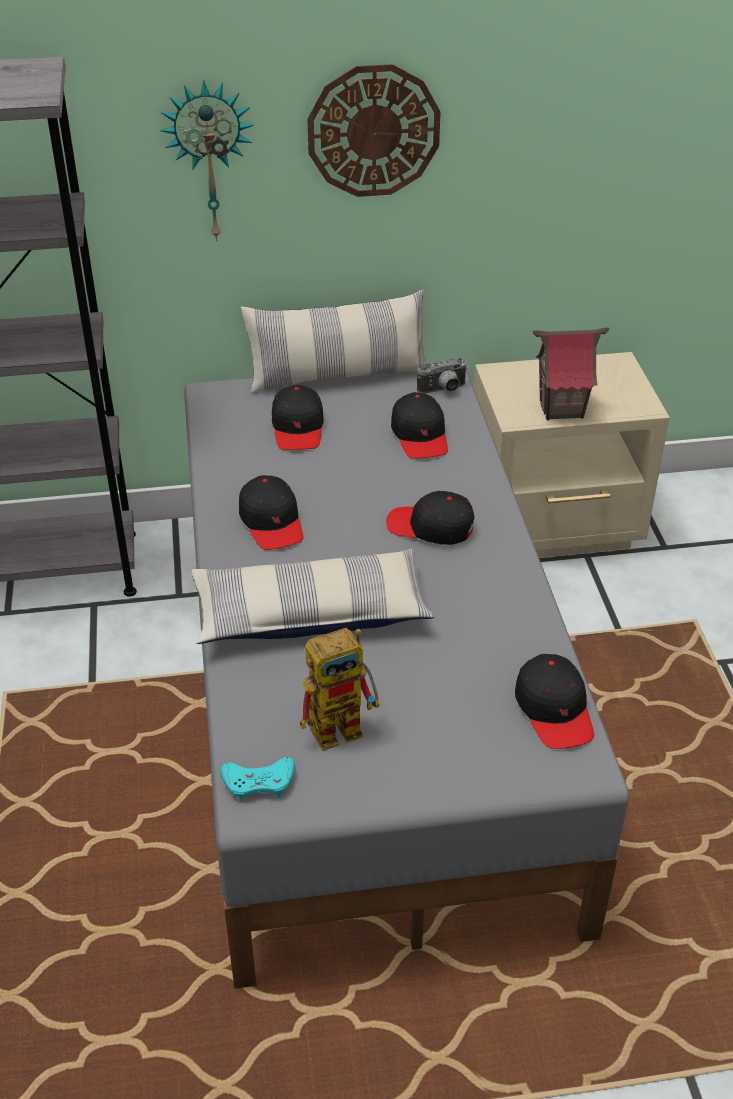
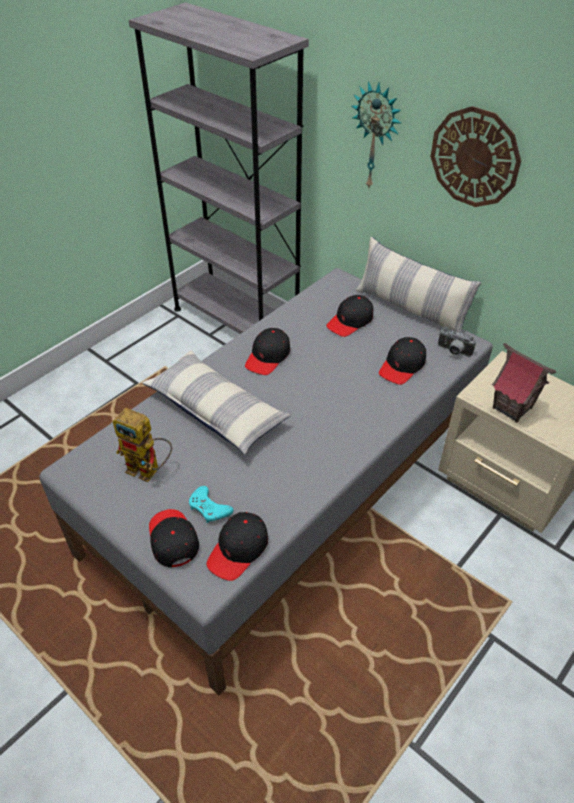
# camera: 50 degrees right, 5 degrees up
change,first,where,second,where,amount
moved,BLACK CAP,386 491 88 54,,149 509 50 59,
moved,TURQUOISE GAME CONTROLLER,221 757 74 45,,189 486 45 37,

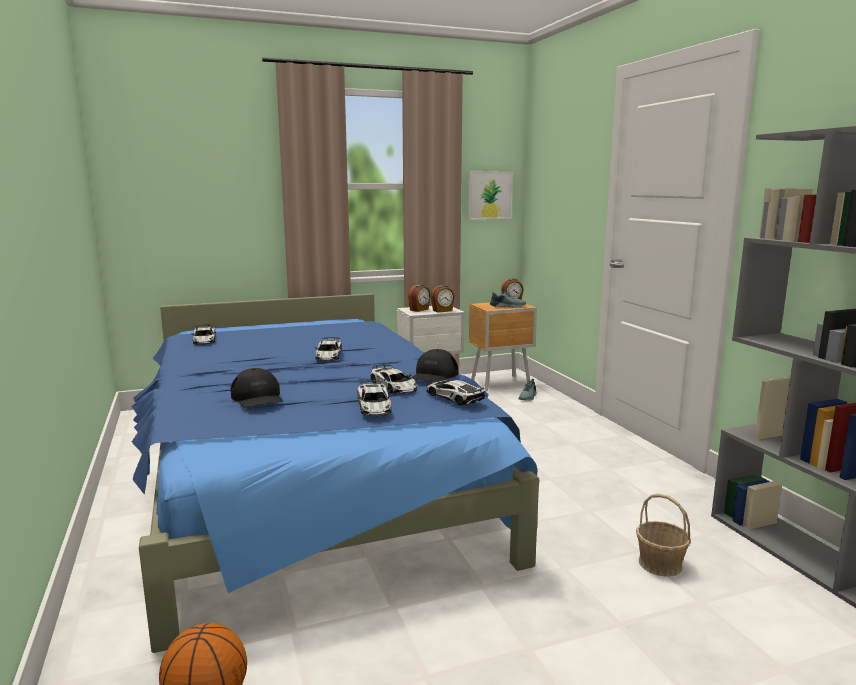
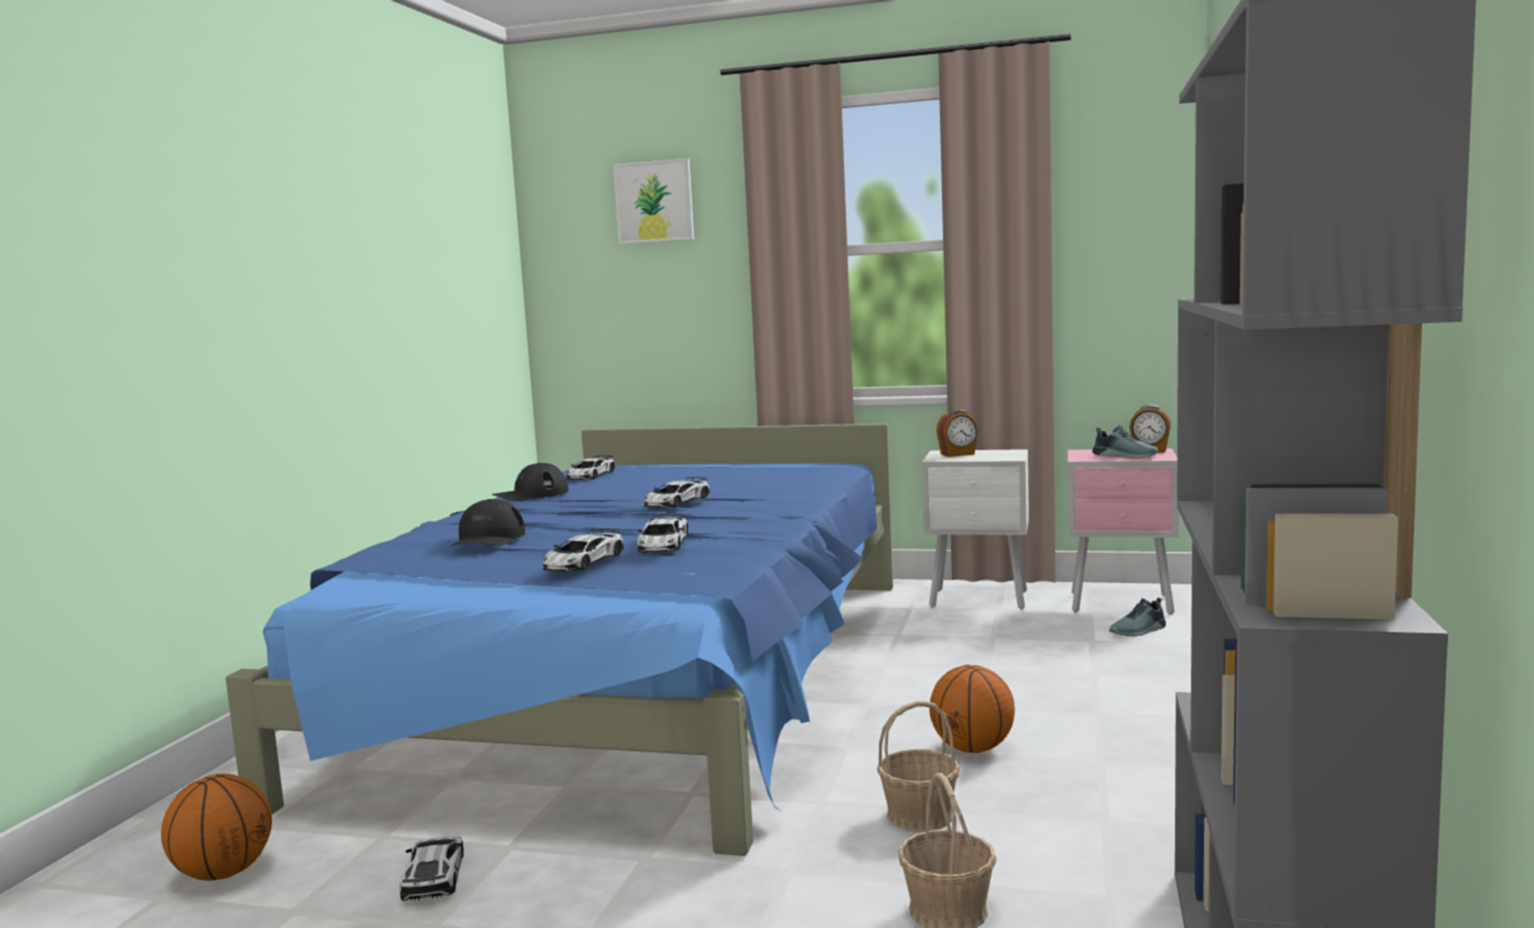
# camera: 35 degrees right, 5 degrees down
change,first,where,second,where,amount
moved,PICTURE,468 171 45 49,,613 158 81 86,
removed,ALARM CLOCK,431 285 24 28,,,
recoloured,BROWN NIGHTSTAND,469 303 68 88,PINK NIGHTSTAND,1068 449 111 166,
moved,BLACK CAP,411 349 47 33,,492 463 77 38,
moved,TOY CAR,426 380 59 26,,399 837 65 64,
added,,,BASKETBALL,929 665 86 88,
added,,,BASKET,877 701 83 131,

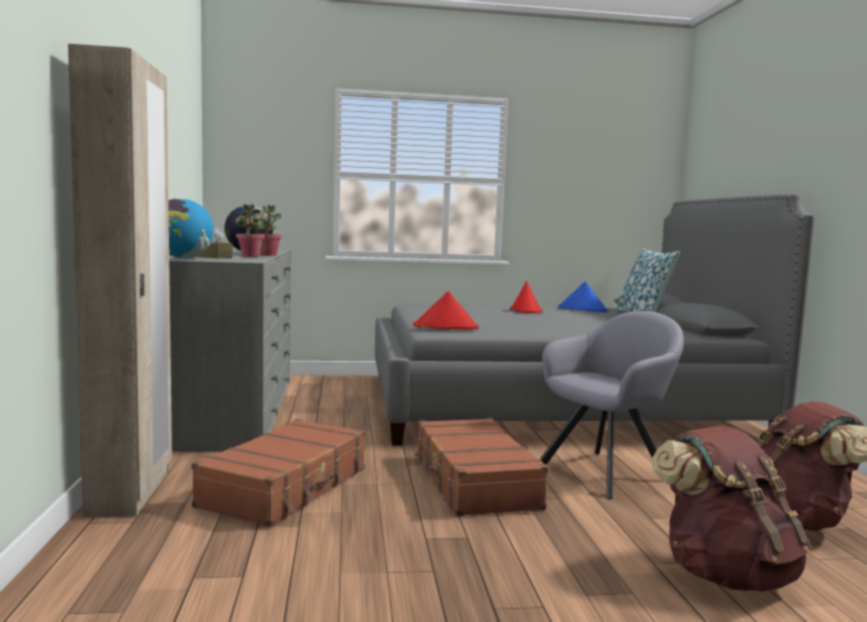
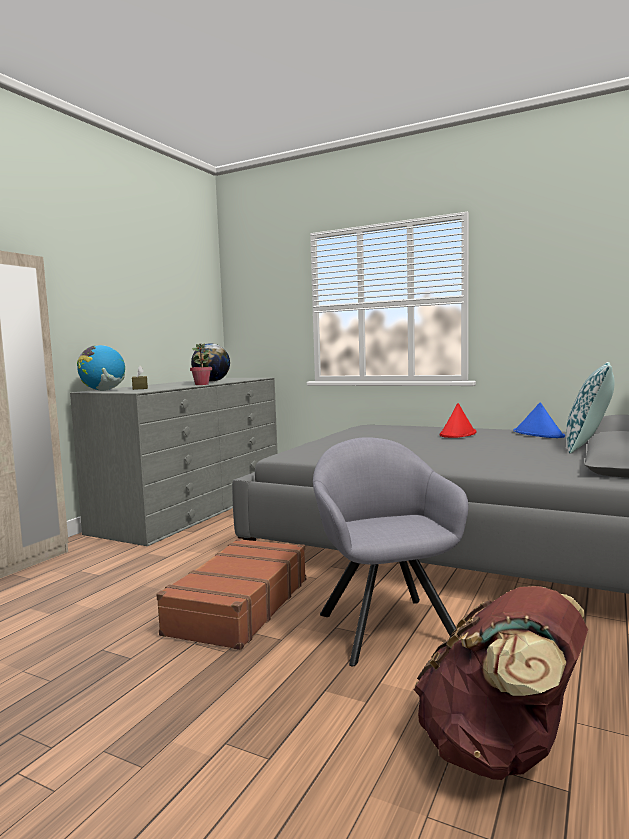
# camera: 35 degrees right, 0 degrees up
change,first,where,second,where,amount
removed,POTTED PLANT,236 204 29 53,,,
removed,RED HAT,413 291 66 39,,,
turned,GREY ARMCHAIR,540 311 144 188,,313 437 156 230,105 degrees counterclockwise
removed,BROWN SUITCASE,192 419 173 108,,,
removed,BROWN BACKPACK,651 425 160 167,,,

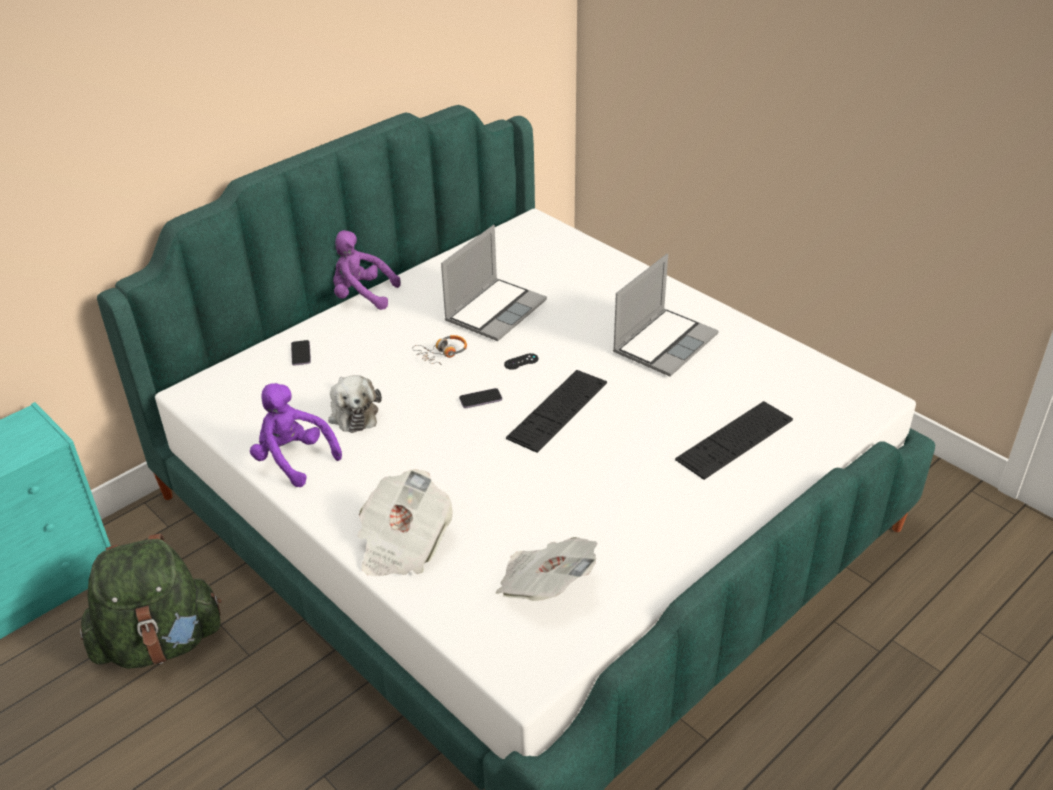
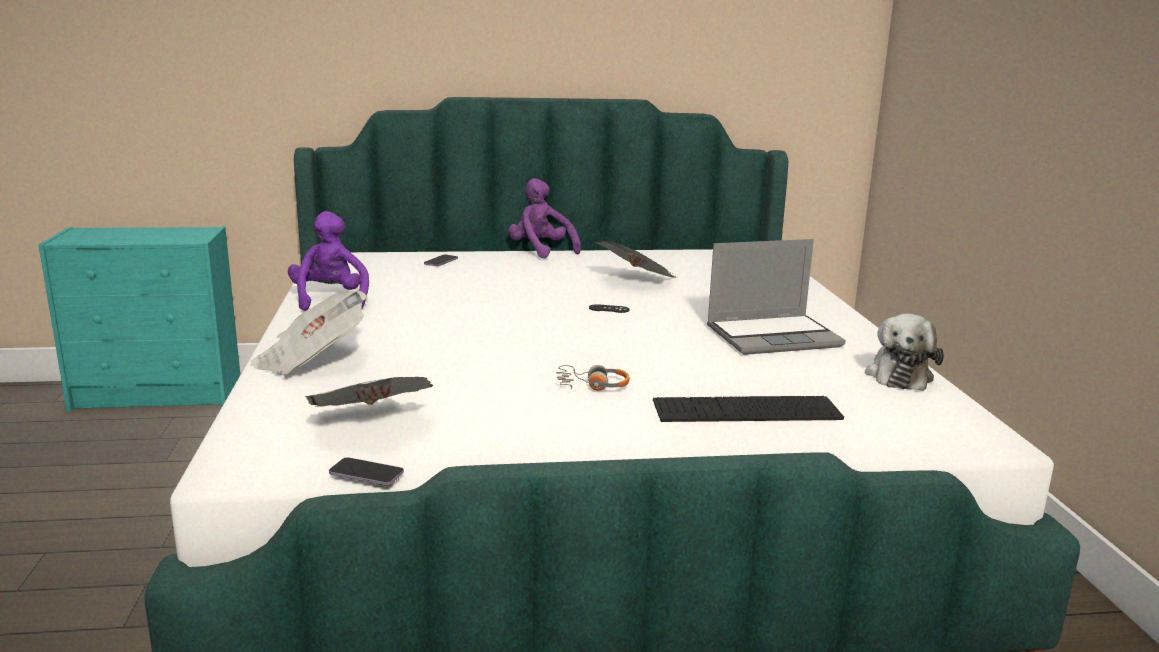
# camera: 35 degrees right, 20 degrees down
change,first,where,second,where,amount
replaced,LAPTOP,441 225 106 116,NEWSPAPER,596 241 79 36,
moved,HEADPHONES,412 335 55 30,,556 365 74 26,
removed,KEYBOARD,506 370 101 83,,,
moved,PLUSH TOY,328 375 54 58,,865 313 79 78,
moved,PHONE,459 388 43 20,,329 457 75 29,
removed,GREEN BACKPACK,80 533 142 136,,,

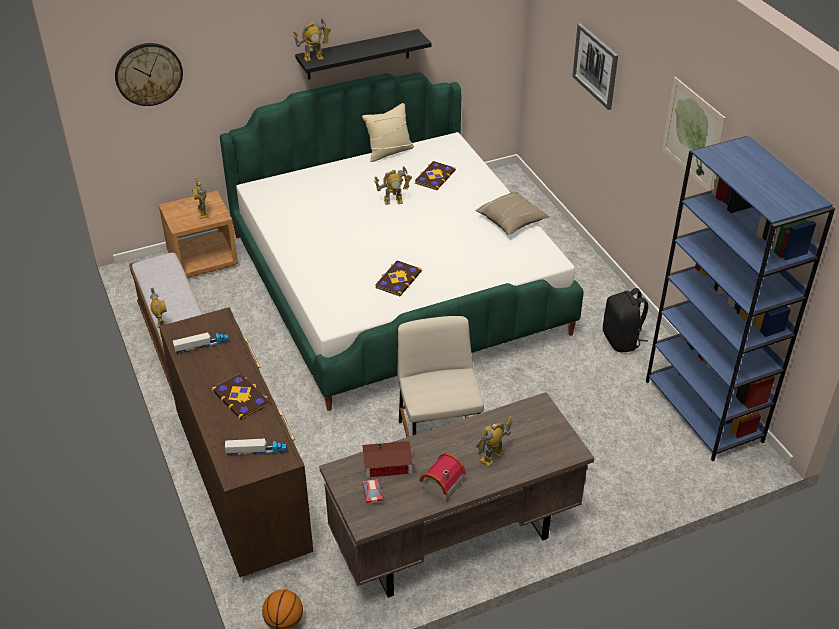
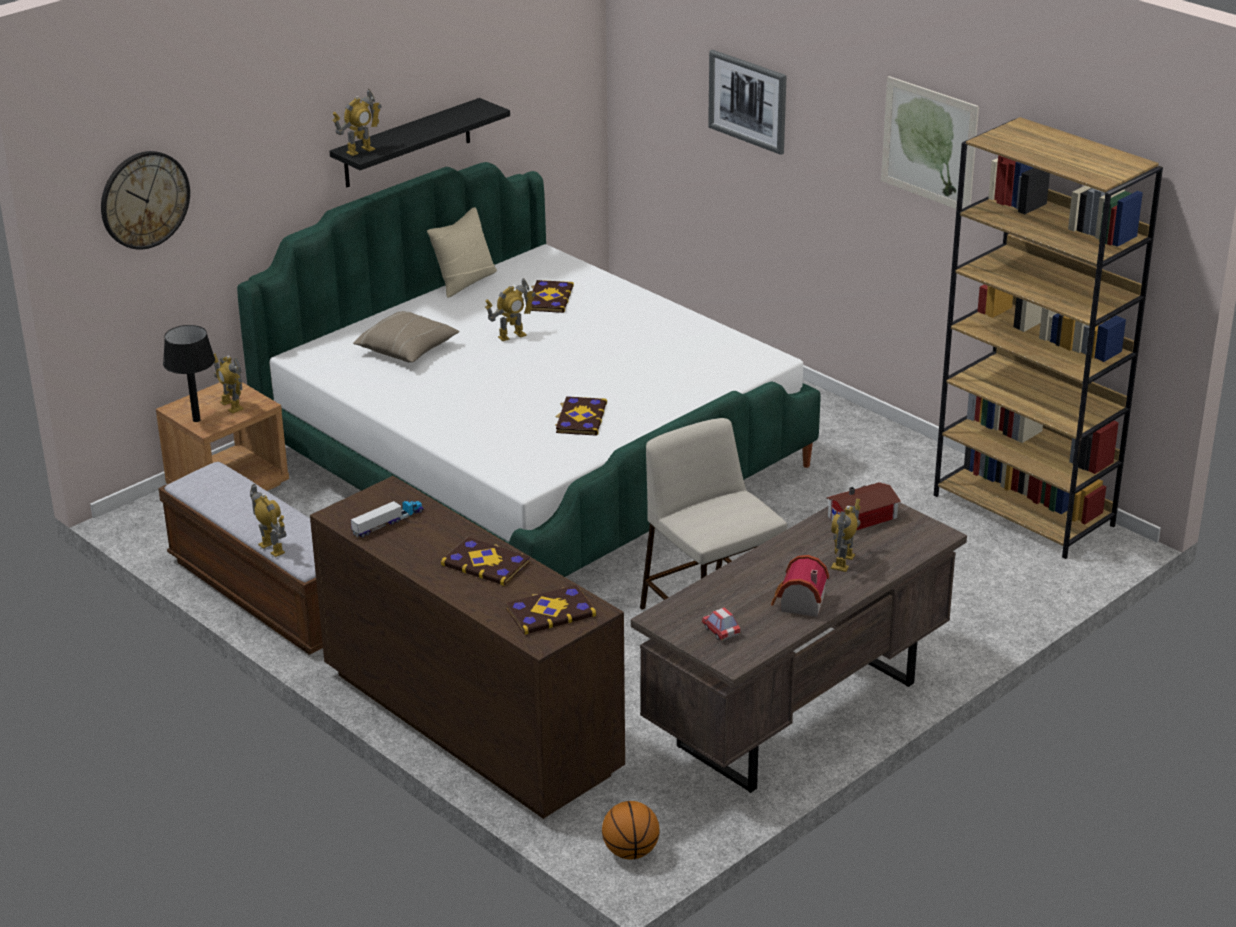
# camera: 20 degrees left, 10 degrees down
change,first,where,second,where,amount
recoloured,BLUE BOOKCASE,646 136 189 325,BROWN BOOKCASE,934 117 229 442,
moved,BEIGE PILLOW,475 192 74 43,,353 311 107 52,
removed,BLACK BACKPACK,603 288 45 64,,,
replaced,TOY TRUCK,225 438 62 18,BOOK,506 585 90 50,
moved,TOY HOUSE,362 441 51 37,,827 482 74 48,
added,,,BLACK TABLE LAMP,163 325 52 97,

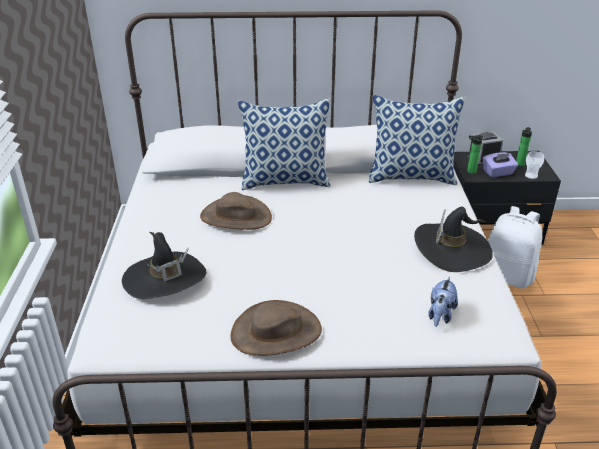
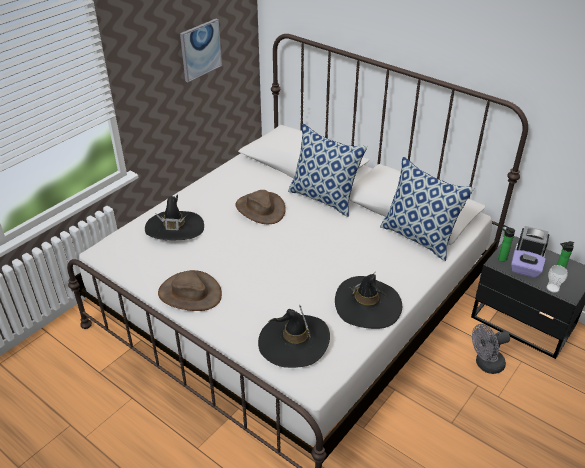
# camera: 40 degrees right, 5 degrees up
change,first,where,second,where,amount
replaced,WHITE BACKPACK,488 206 54 83,GREY FAN,472 324 38 50,
replaced,PLUSH TOY,428 276 30 51,BLACK HAT,258 305 72 63,
added,,,PICTURE,180 19 42 63,

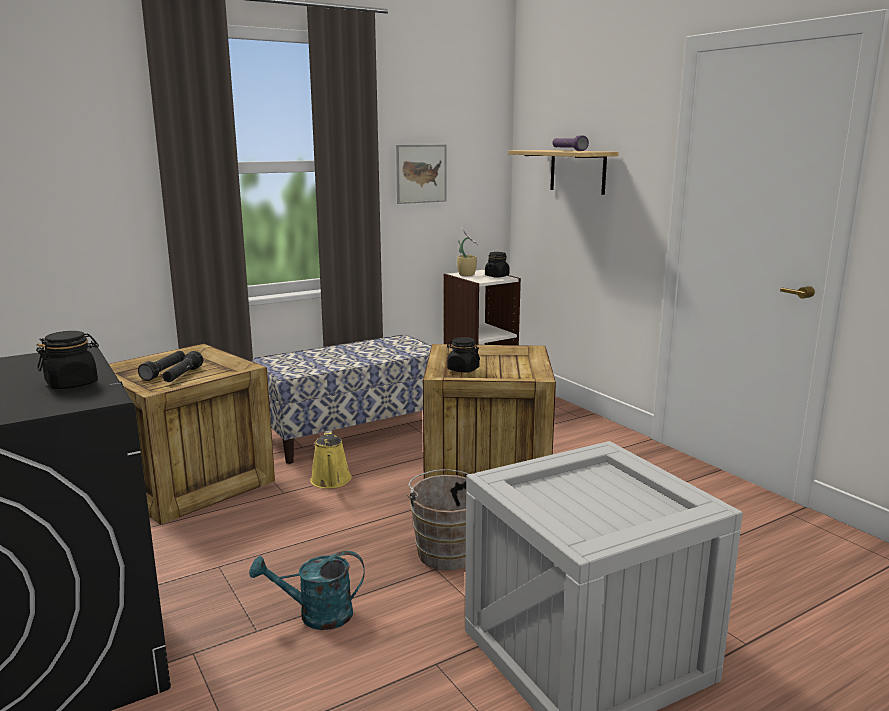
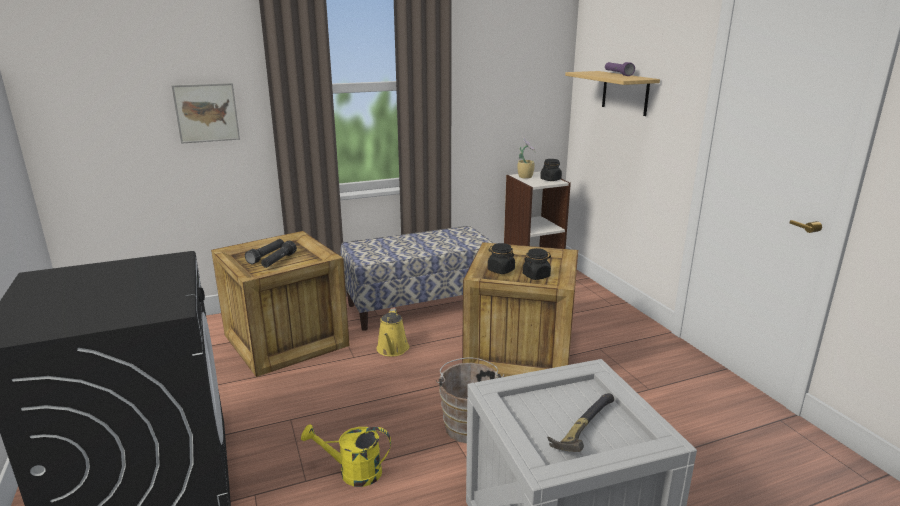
# camera: 10 degrees right, 5 degrees up
change,first,where,second,where,amount
moved,PICTURE,396 145 51 59,,171 83 69 61,
moved,BLACK JAR,36 331 63 58,,523 248 28 32,
recoloured,TURQUOISE WATERING CAN,249 551 116 79,YELLOW WATERING CAN,301 424 90 63,
added,,,HAMMER,547 393 67 59,

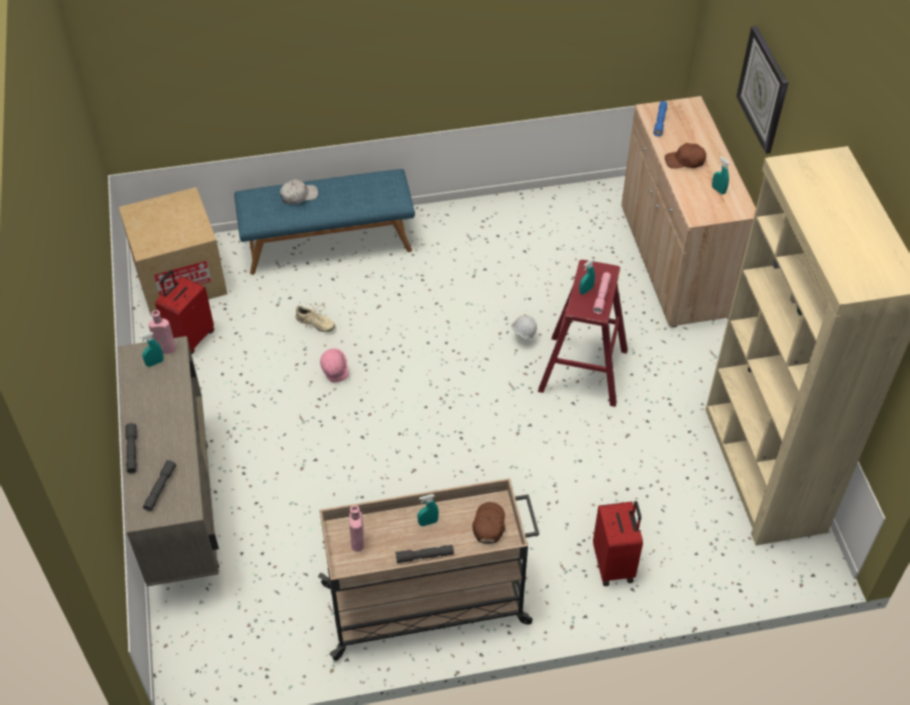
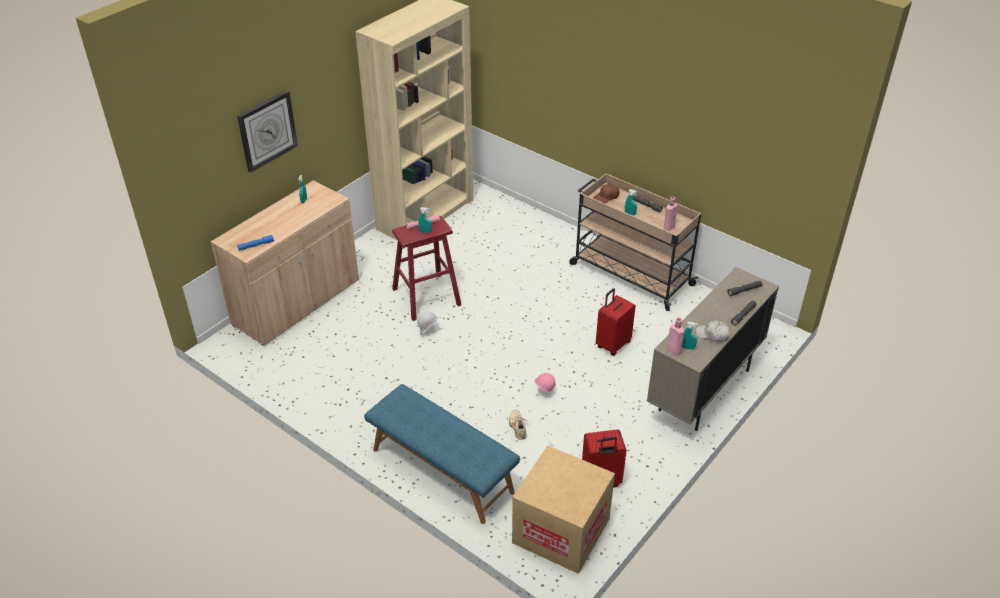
# camera: 130 degrees left, 10 degrees down
change,first,where,second,where,amount
removed,BROWN CAP,665 143 41 26,,,
moved,WHITE CAP,280 179 38 25,,696 320 34 22,
moved,RED SUITCASE,593 501 50 85,,596 288 40 68,

